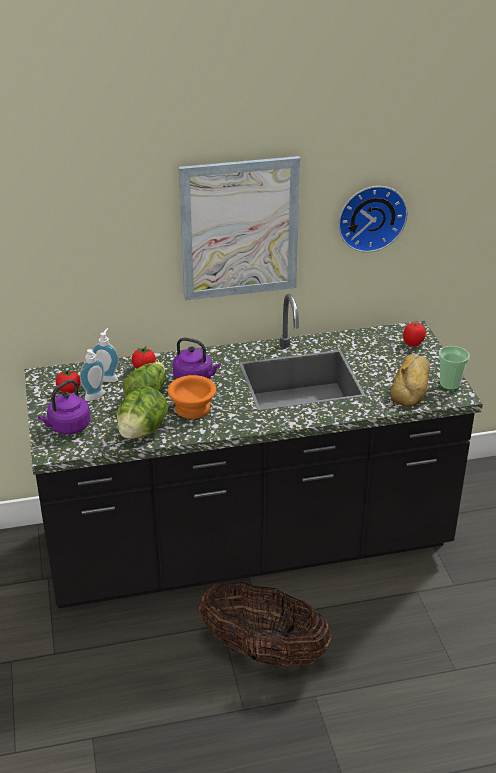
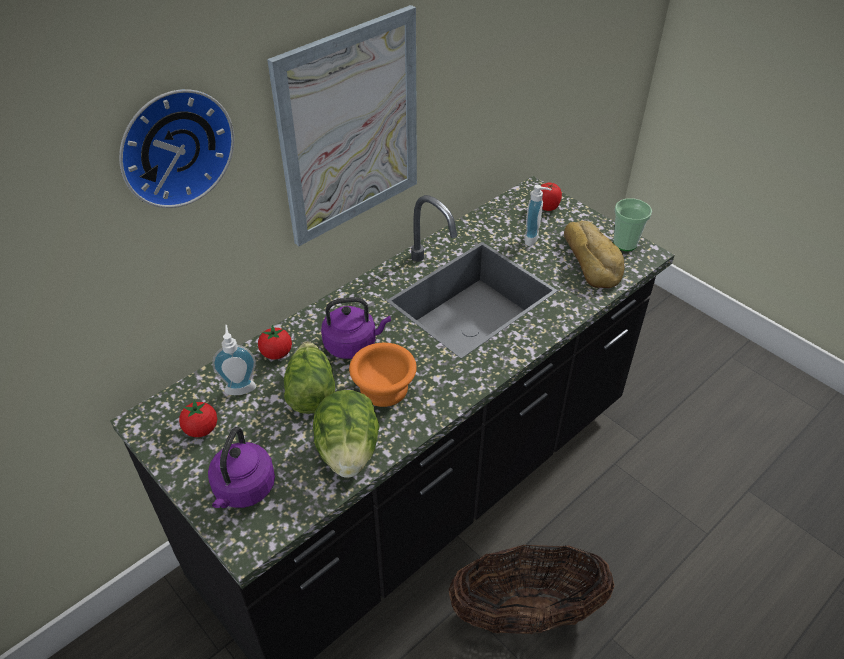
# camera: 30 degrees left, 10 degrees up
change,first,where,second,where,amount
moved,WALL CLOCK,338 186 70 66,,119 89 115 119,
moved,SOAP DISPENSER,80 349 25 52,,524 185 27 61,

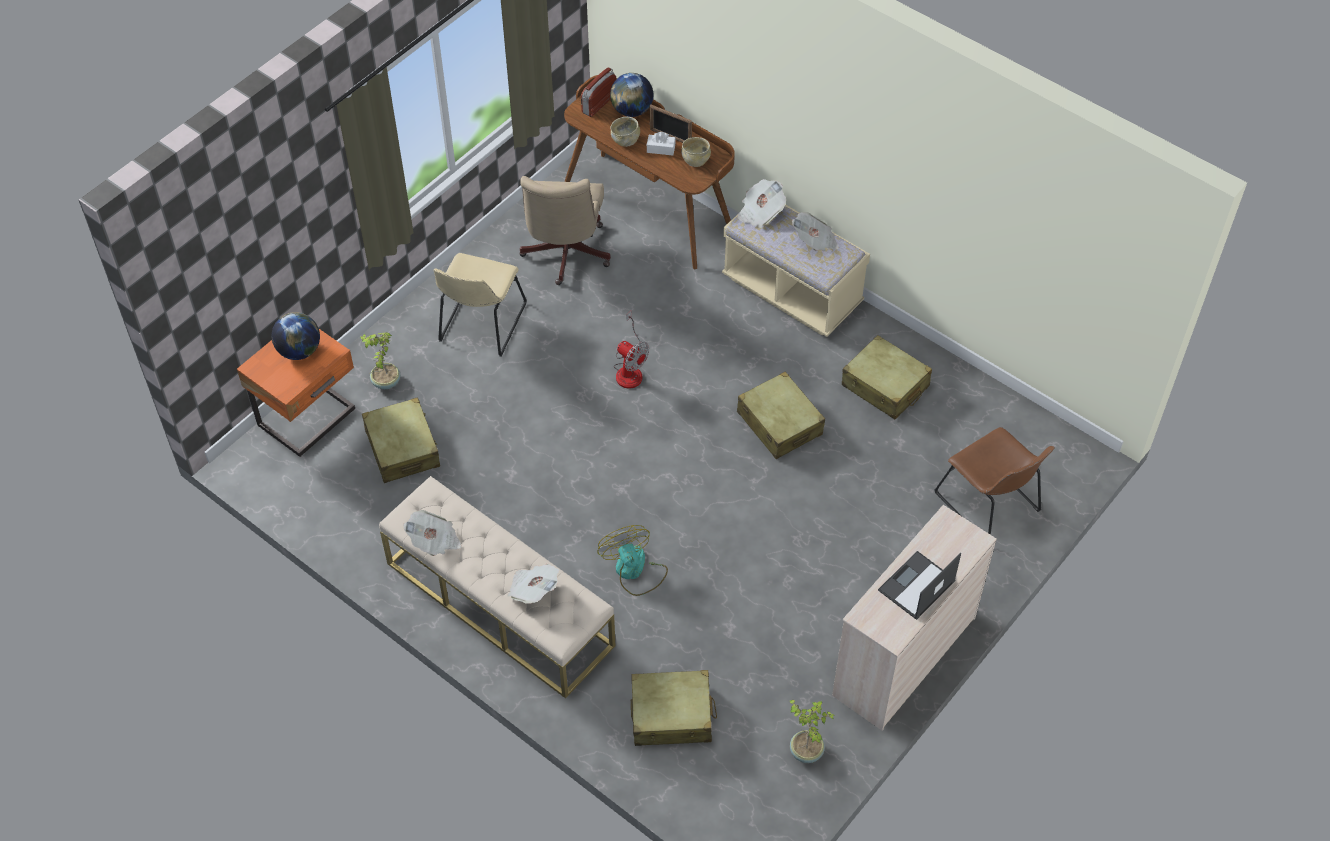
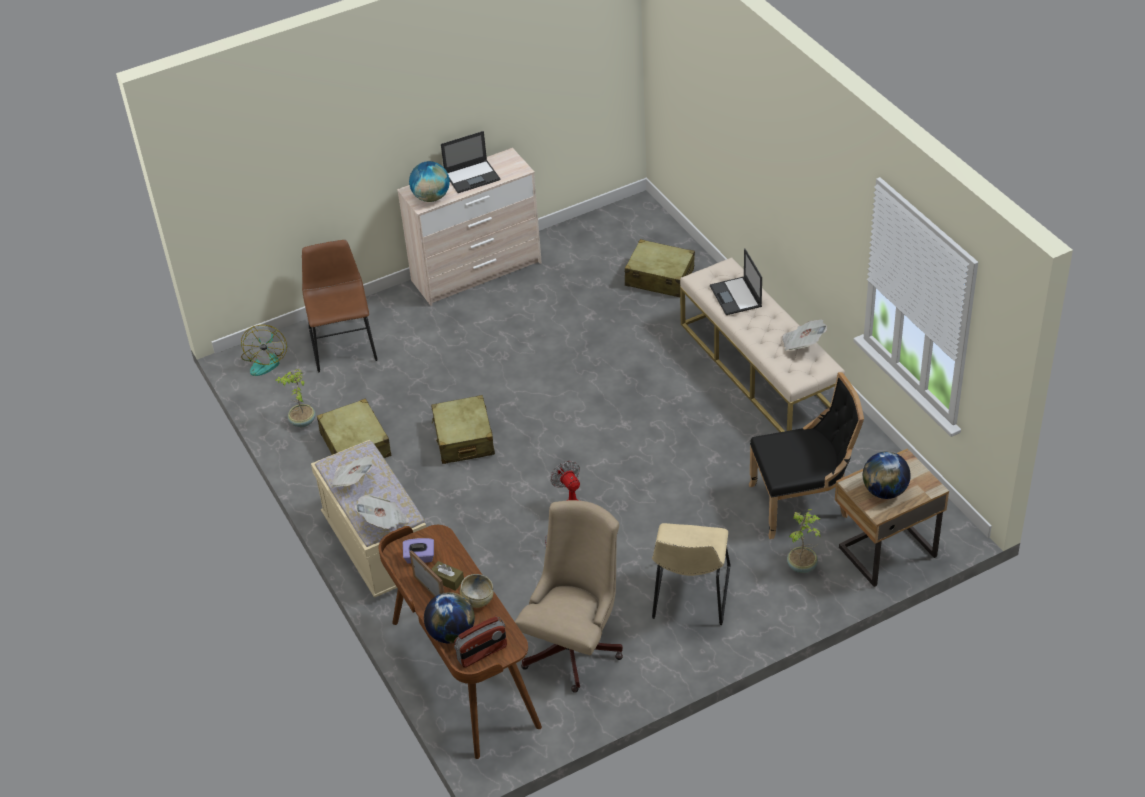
# camera: 155 degrees left, 10 degrees down
change,first,where,second,where,amount
recoloured,WHITE TISSUE BOX,647 132 29 23,BROWN TISSUE BOX,431 561 33 30,
replaced,BEIGE BOWL,681 137 30 30,PURPLE TISSUE BOX,403 538 31 26,
turned,BEIGE CHAIR,433 253 94 104,,652 523 78 102,150 degrees clockwise
recoloured,ORANGE NIGHTSTAND,237 329 118 128,BEIGE NIGHTSTAND,835 449 114 138,
replaced,BEIGE SUITCASE,362 397 78 86,BLACK CHAIR,749 372 115 167,
moved,FAN,598 525 70 71,,241 325 46 51,
replaced,NEWSPAPER,507 564 52 40,LAPTOP,710 248 52 67,
moved,POTTED PLANT,790 700 45 63,,276 369 40 58,
added,,,GLOBE,409 161 41 41,

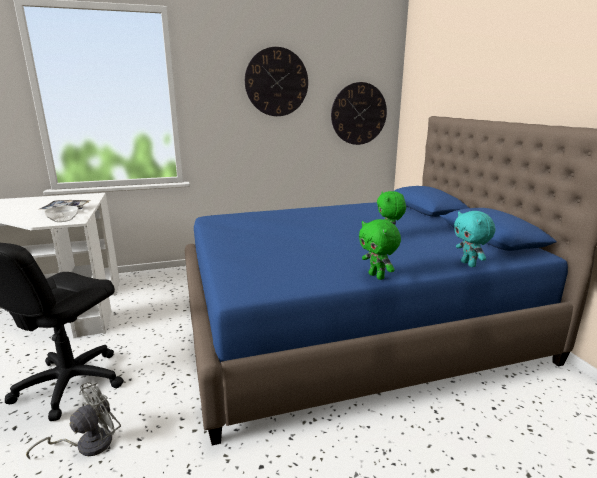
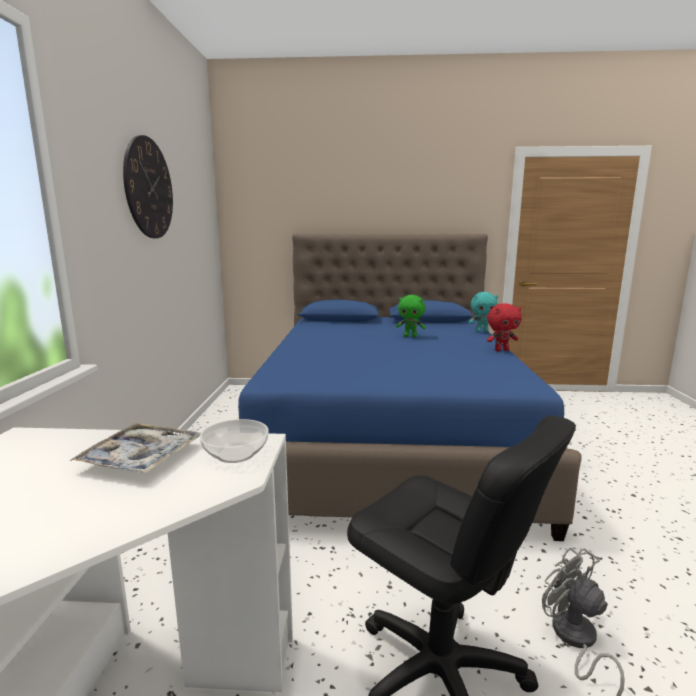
# camera: 70 degrees left, 5 degrees down
change,first,where,second,where,amount
removed,WALL CLOCK,331 82 56 63,,,
recoloured,GREEN PLUSH TOY,359 219 42 61,RED PLUSH TOY,487 303 35 48,

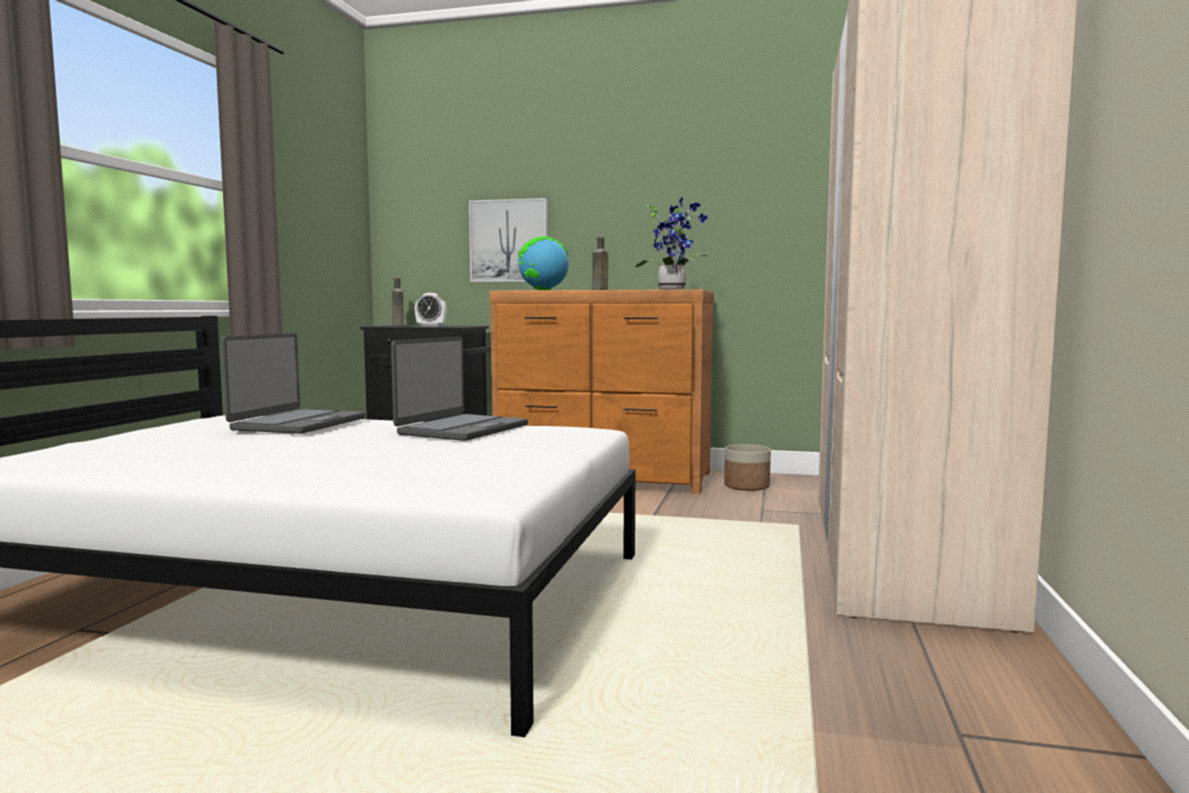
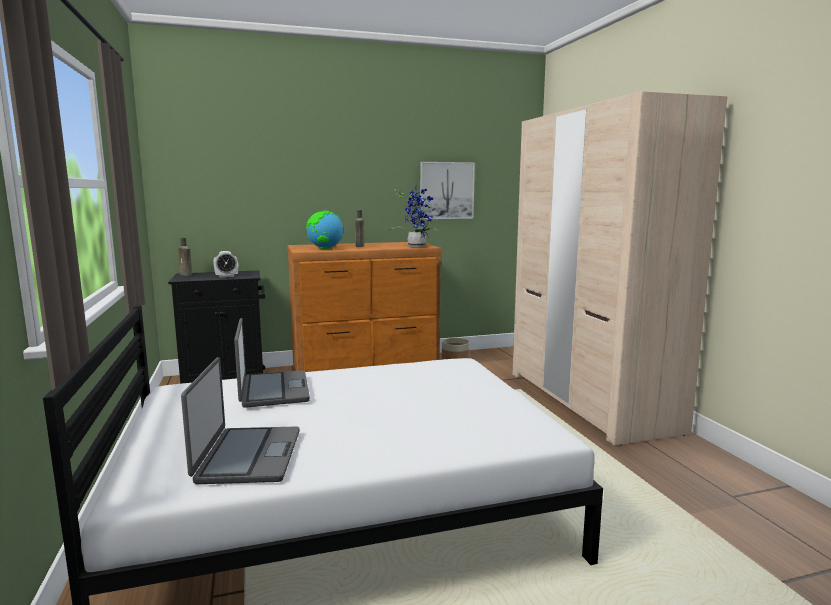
# camera: 30 degrees left, 5 degrees up
change,first,where,second,where,amount
moved,PICTURE,469 198 79 84,,420 162 55 57,
moved,LAPTOP,391 337 137 104,,181 357 119 127,

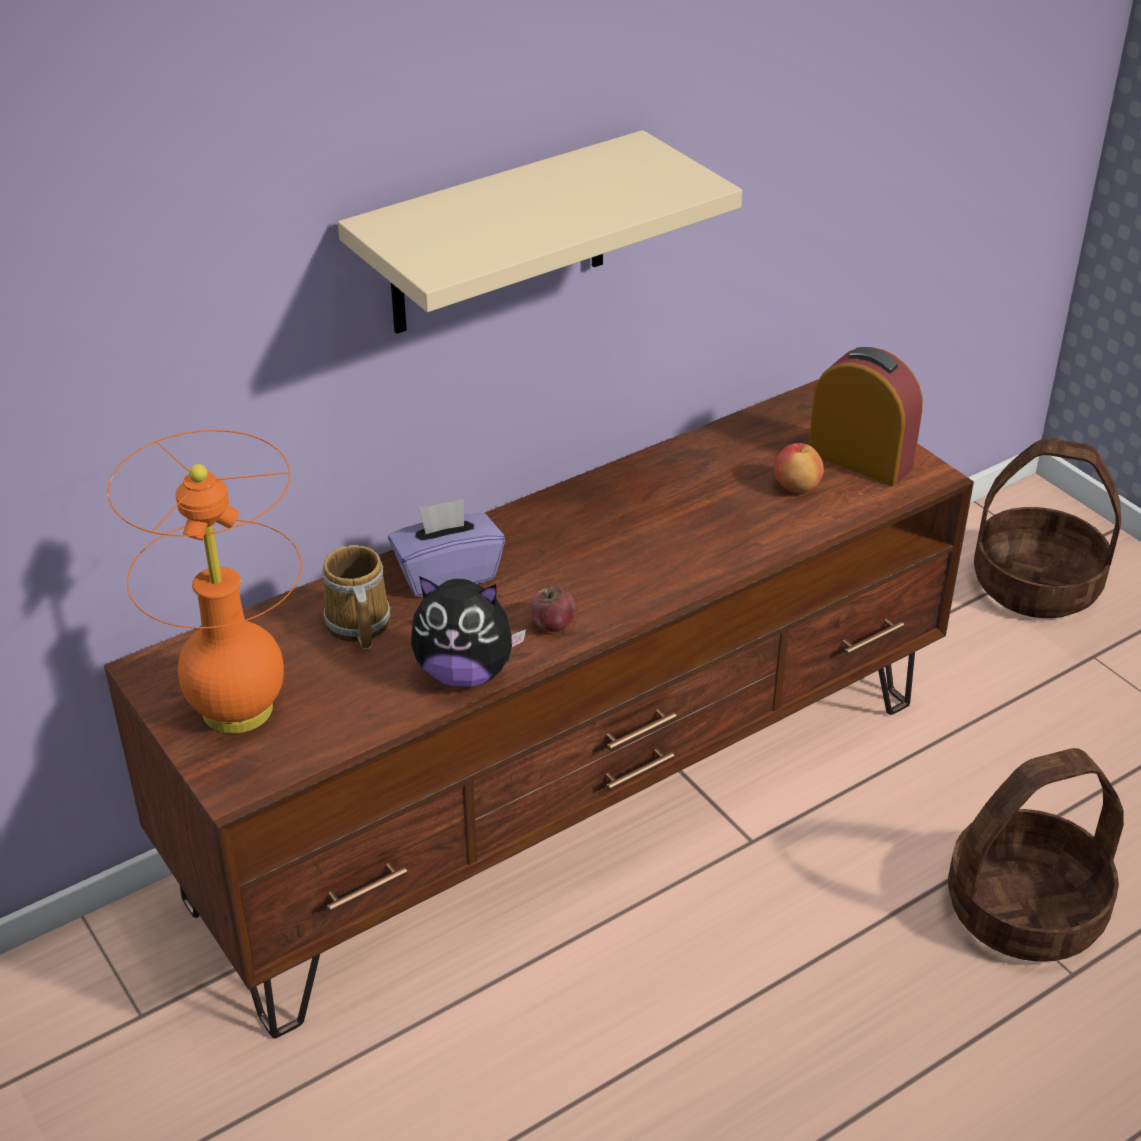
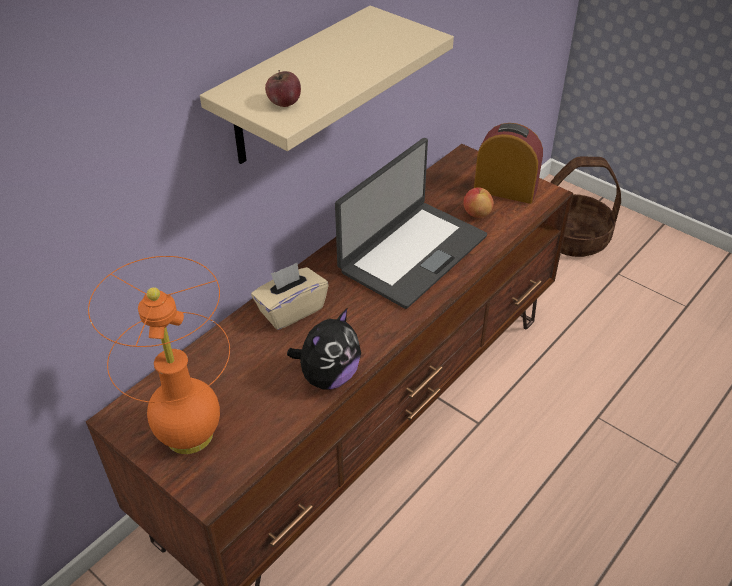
# camera: 15 degrees left, 5 degrees up
change,first,where,second,where,amount
recoloured,PURPLE TISSUE BOX,388 499 117 98,BEIGE TISSUE BOX,251 263 78 67,
removed,MUG,322 545 69 104,,,
turned,PLUSH TOY,411 576 115 111,,287 308 74 81,45 degrees counterclockwise
moved,APPLE,529 587 46 45,,265 70 36 37,
removed,BASKET,948 748 176 214,,,
added,,,LAPTOP,335 138 152 171,

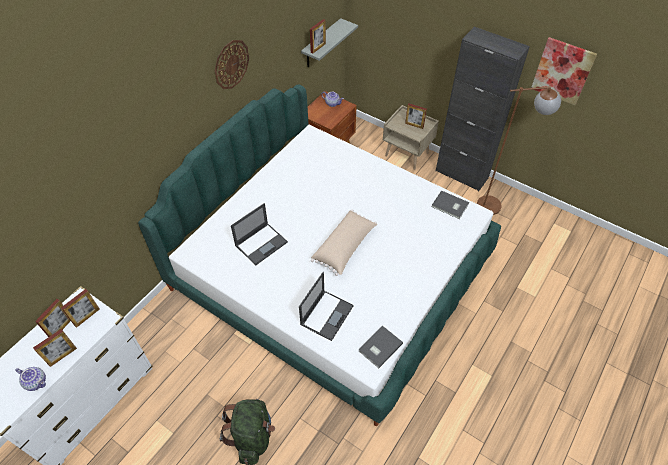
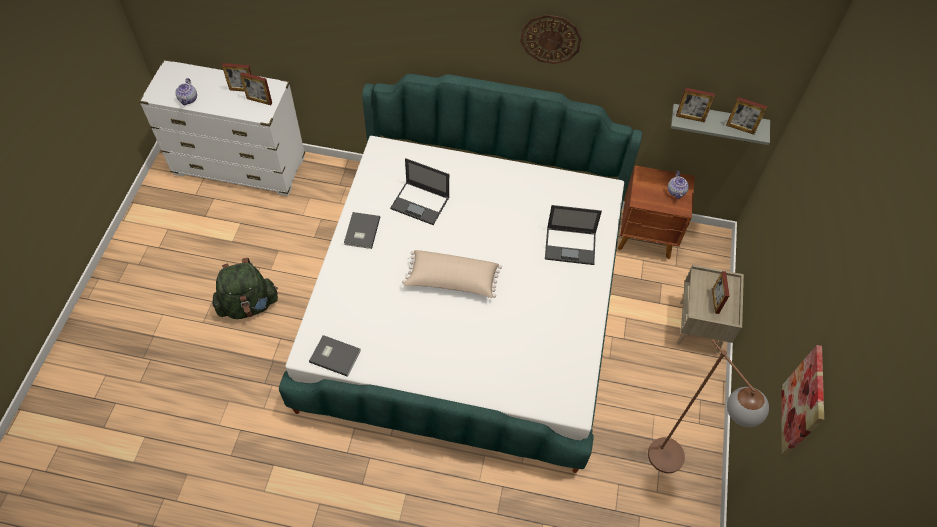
# camera: 65 degrees right, 5 degrees up
change,first,where,second,where,amount
removed,BLACK CABINET,436 27 94 164,,,
moved,GREY BOOK,432 190 37 29,,344 212 36 37,
moved,LAPTOP,299 272 55 69,,545 205 57 60,
moved,PICTURE FRAME,33 329 44 38,,726 97 41 38,

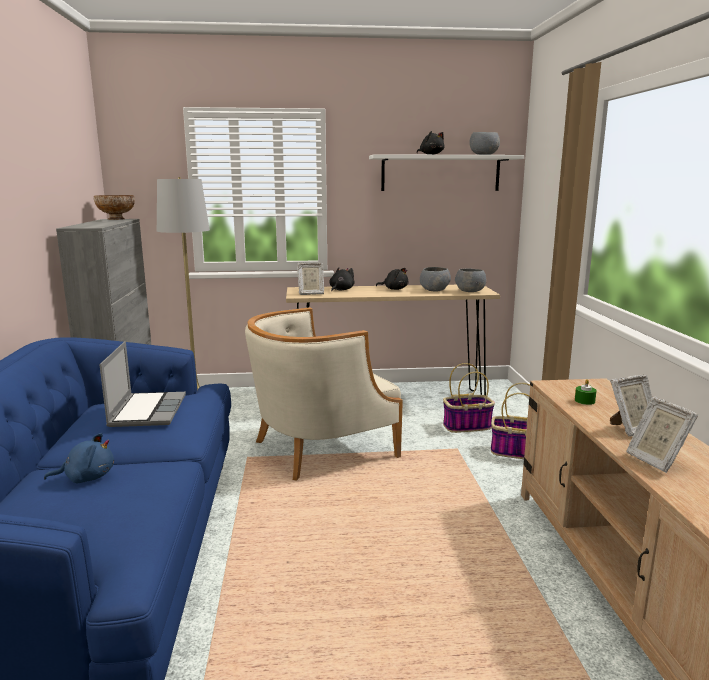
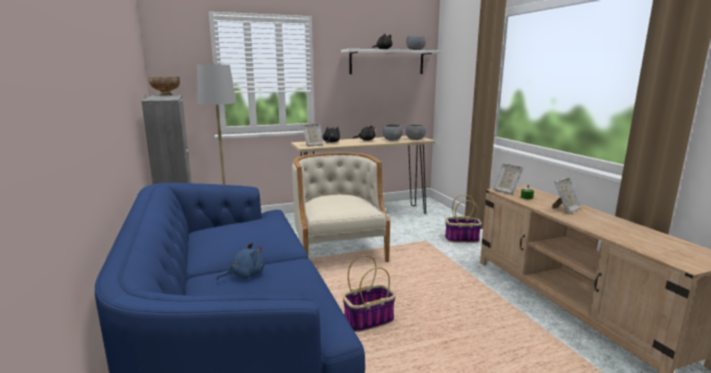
# camera: 15 degrees left, 0 degrees up
change,first,where,second,where,amount
turned,BEIGE ARMCHAIR,245 307 158 174,,292 153 98 109,120 degrees clockwise
removed,LAPTOP,99 341 87 86,,,
moved,BASKET,443 363 52 70,,343 255 53 77,
moved,PICTURE FRAME,626 396 72 77,,494 163 30 31,

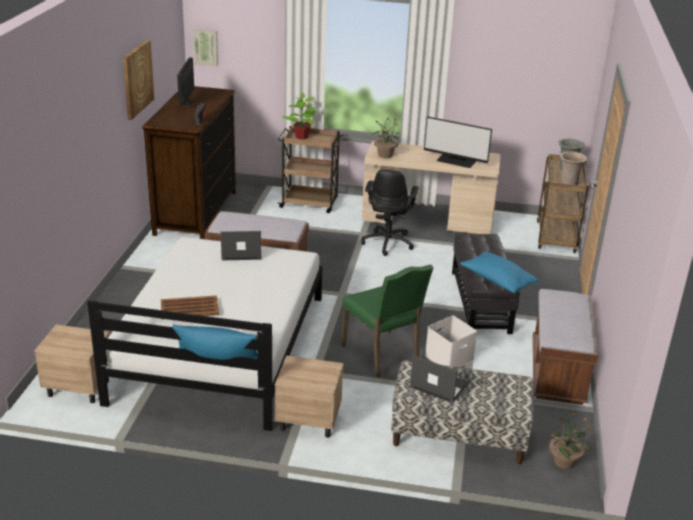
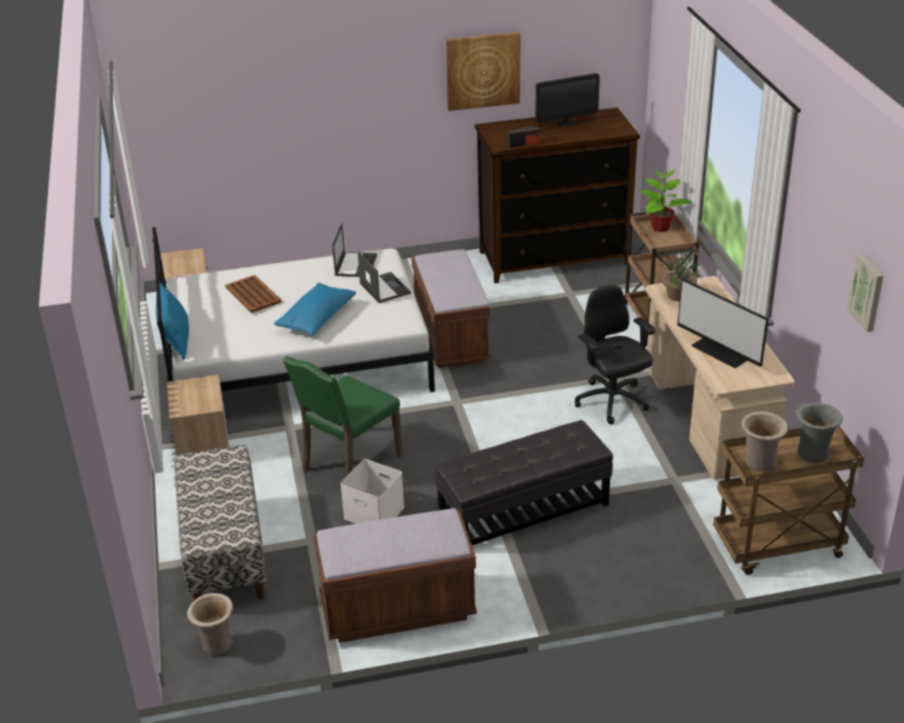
# camera: 70 degrees right, 5 degrees up
change,first,where,second,where,amount
moved,PICTURE,193 29 25 37,,847 254 36 78,
turned,MONITOR,424 116 68 52,,677 279 92 89,45 degrees counterclockwise
turned,BLACK OFFICE CHAIR,361 170 58 86,,575 285 80 139,75 degrees clockwise
moved,BLUE PILLOW,460 252 79 41,,274 283 82 53,
moved,LAPTOP,410 355 59 48,,332 223 45 54,
replaced,POTTED PLANT,549 413 41 56,BEIGE VASE,187 593 46 62,

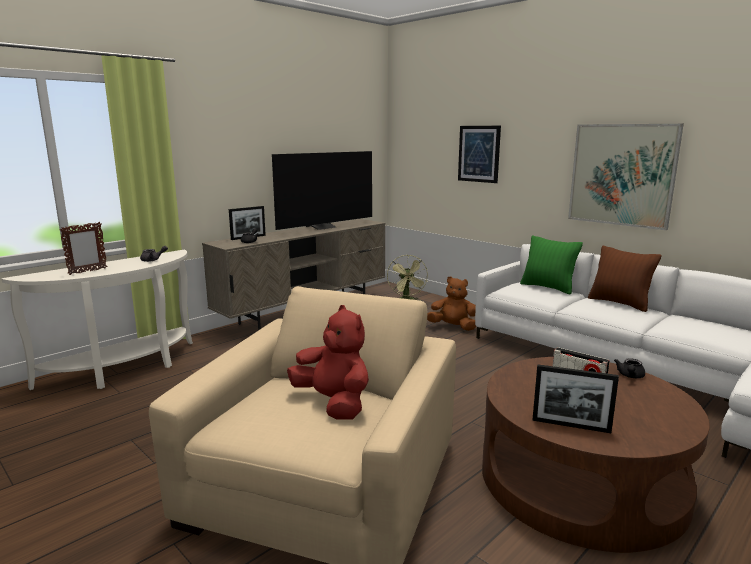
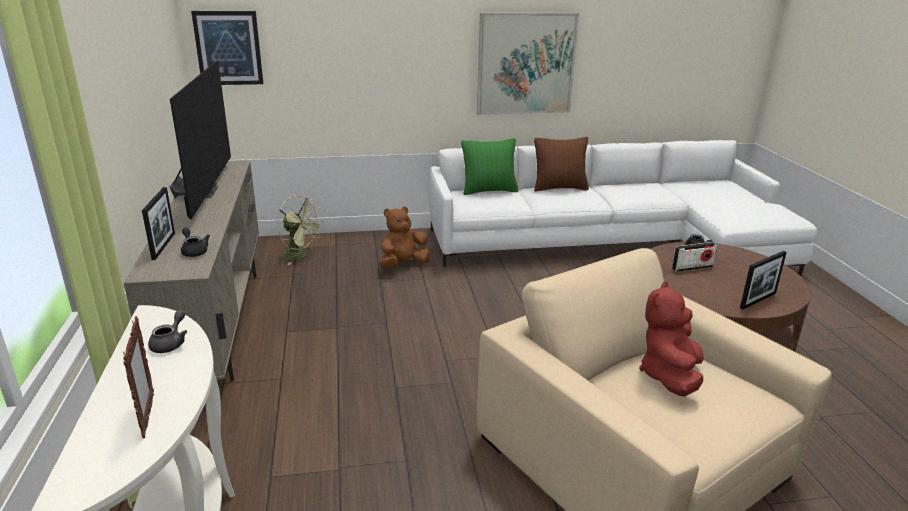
# camera: 55 degrees left, 10 degrees up
change,first,where,second,where,amount
moved,PICTURE,458 126 43 57,,191 11 72 74,
turned,RED PLUSH TOY,287 305 82 115,,639 281 65 116,60 degrees counterclockwise

